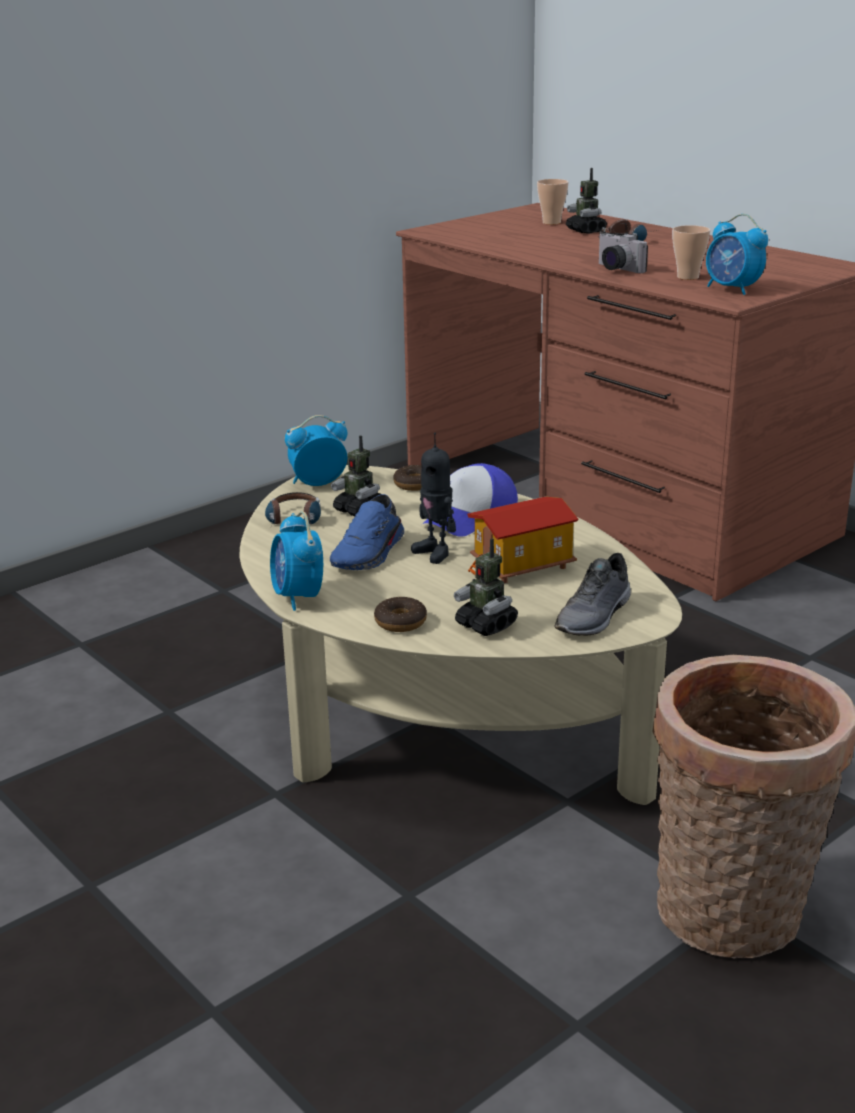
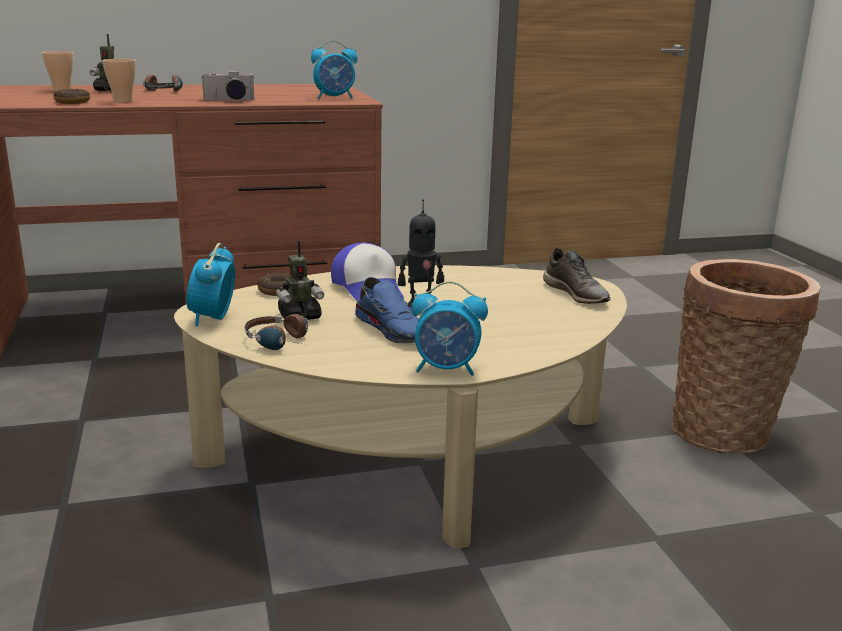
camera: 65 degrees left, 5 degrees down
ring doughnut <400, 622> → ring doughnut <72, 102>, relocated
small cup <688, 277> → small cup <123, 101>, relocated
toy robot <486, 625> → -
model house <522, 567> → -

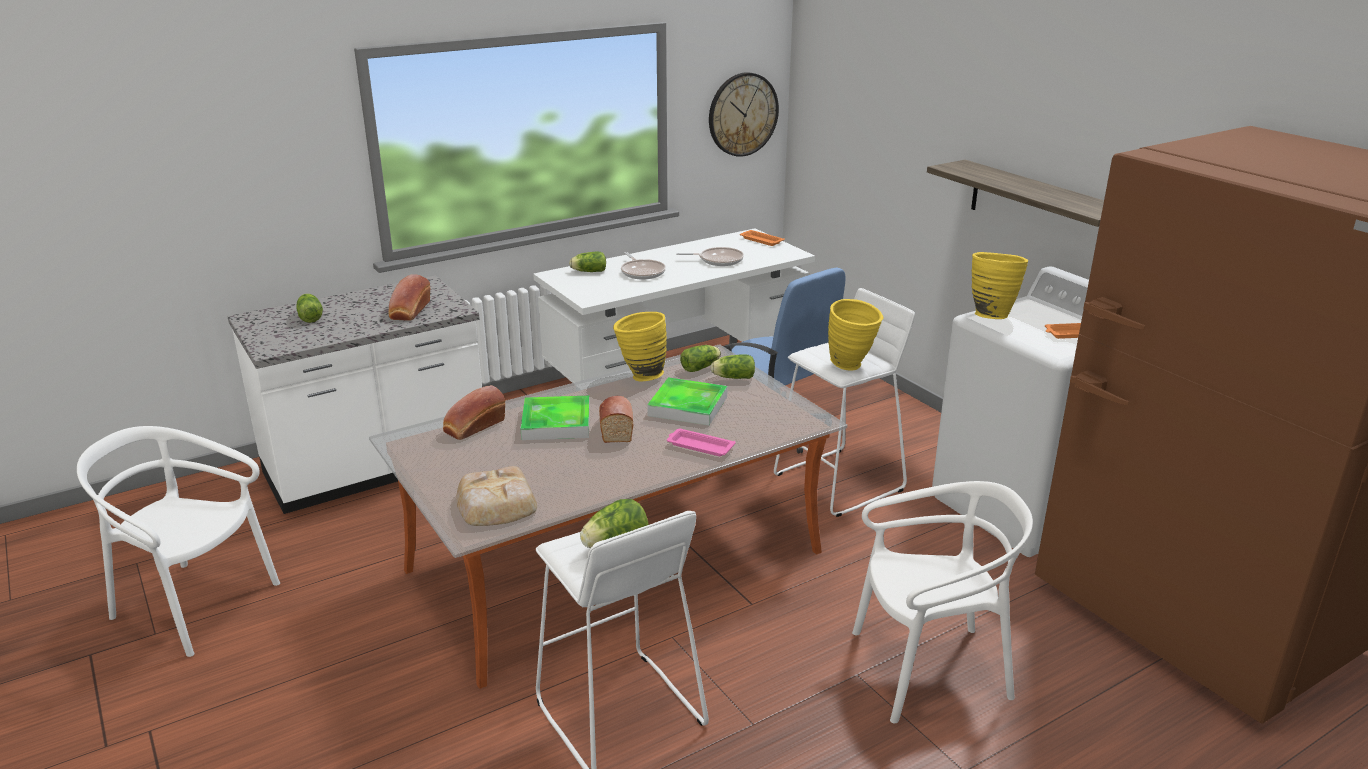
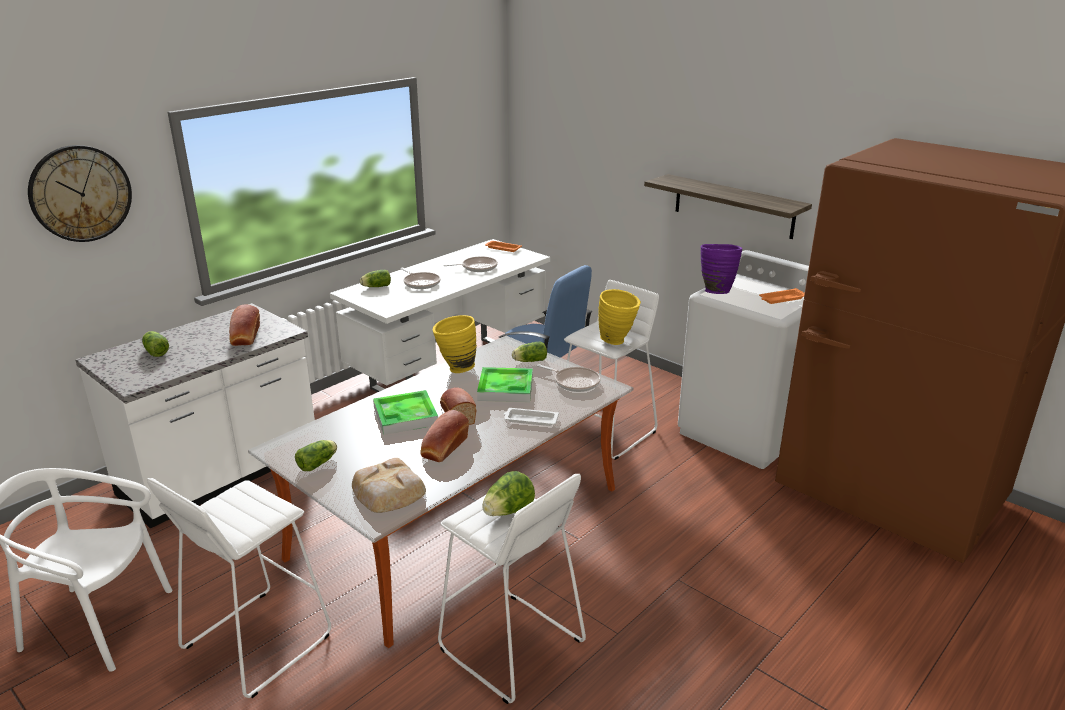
camera: 15 degrees left, 0 degrees up
clock on the wall <743, 114> → clock on the wall <80, 193>, relocated
- → white stool <256, 641>
head of lettuce <701, 367> → head of lettuce <319, 463>, relocated
baked bread <473, 426> → baked bread <443, 448>, relocated
pinkish serving tray <699, 446> → white serving tray <530, 420>
- → frying pan <574, 382>
yellow vase <991, 314> → purplish vase <716, 290>
white chair <929, 670> → -

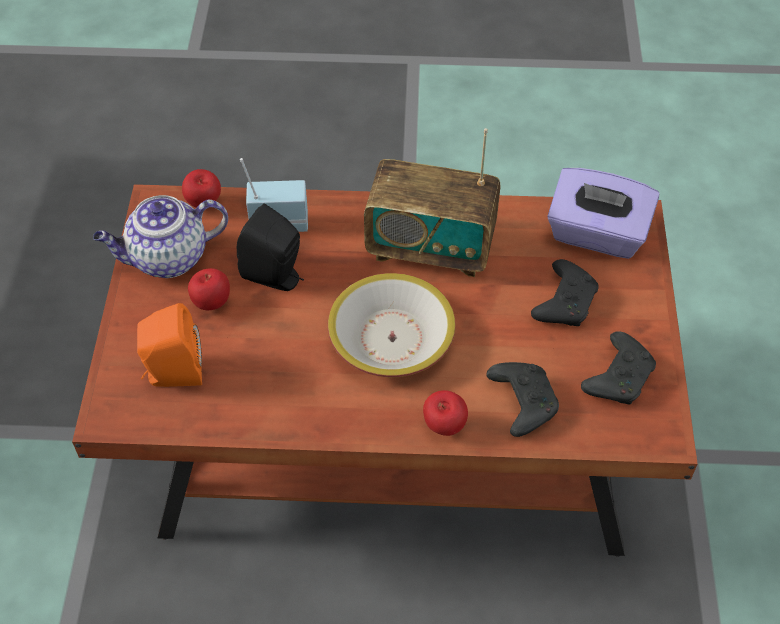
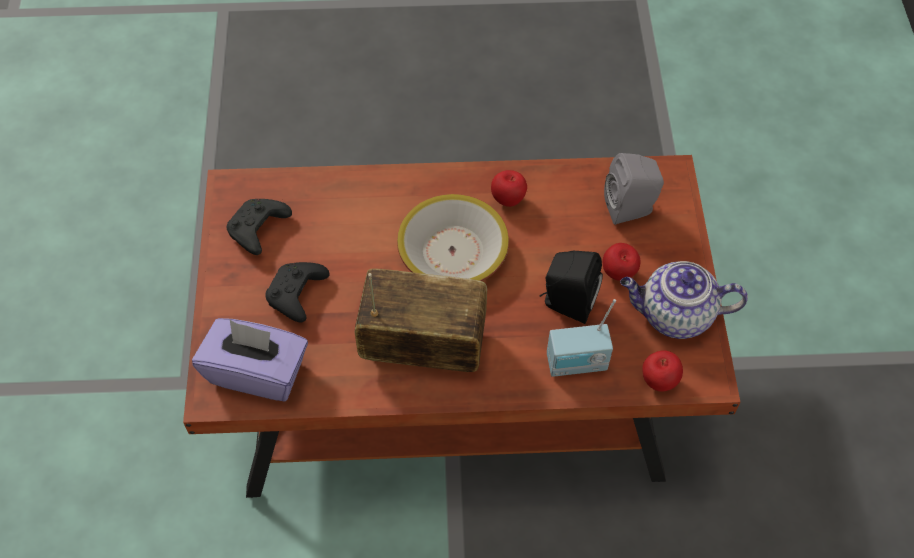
camera: 175 degrees right, 5 degrees up
apple <444, 427> → apple <508, 199>, relocated
orange-coloured audio speaker <173, 374> → grey audio speaker <631, 209>
pot for tea <167, 259> → pot for tea <674, 315>, 150 degrees counterclockwise
blackish gamepad <521, 402> → -

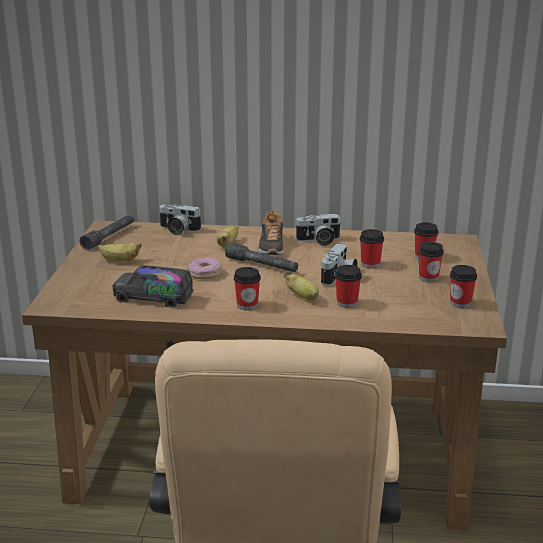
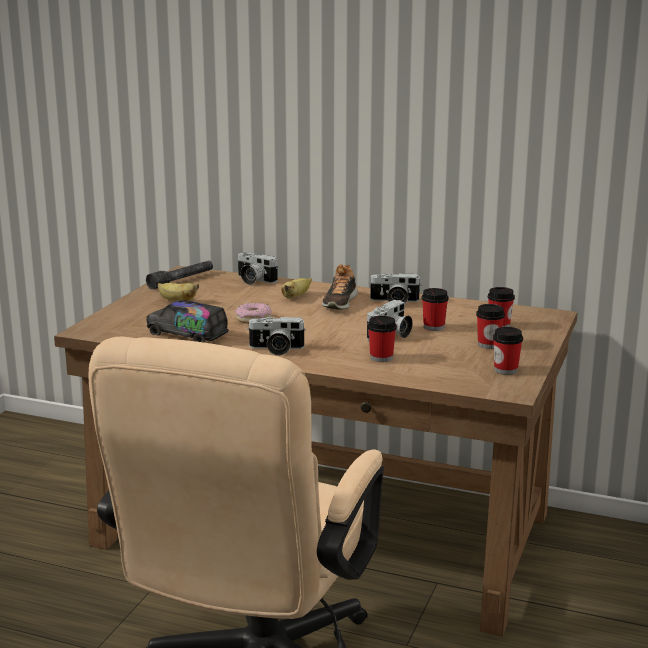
camera: 15 degrees right, 5 degrees down
small cup <247, 305> → photo camera <276, 349>
grey hand torch <262, 265> → -
whole banana <303, 297> → -

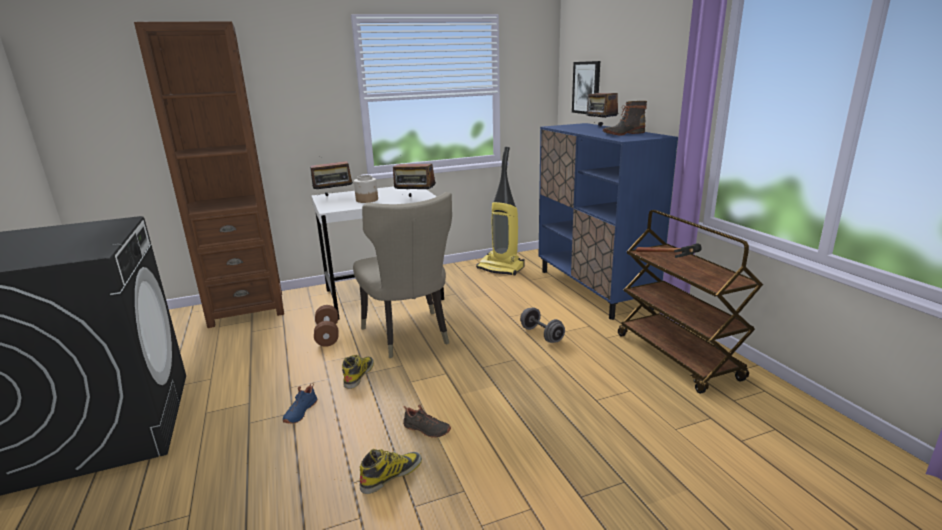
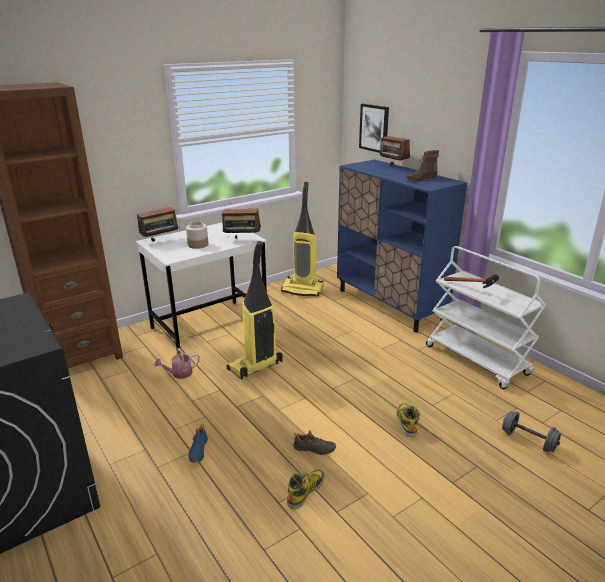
camera: 15 degrees left, 5 degrees up
brownish dumbbell <328, 335> → watering can <179, 374>
beige chair <409, 336> → vacuum <255, 367>
tall boot <359, 375> → tall boot <406, 422>, relocated
brownish trolley <678, 357> → white trolley <477, 360>
grey dumbbell <541, 335> → grey dumbbell <528, 441>, relocated

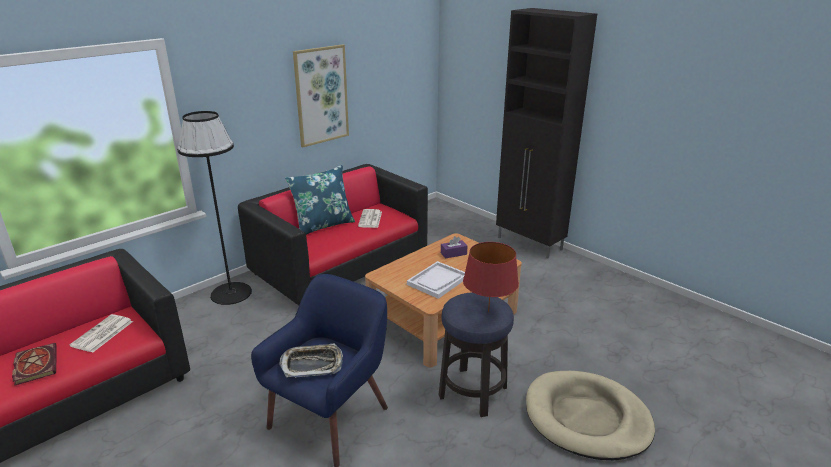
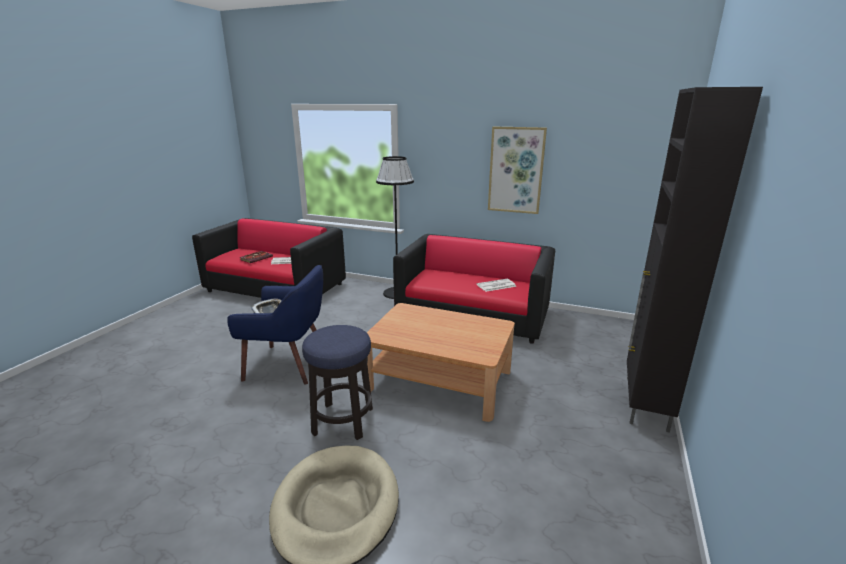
camera: 65 degrees right, 5 degrees down
blue-coloured throw pillow <323, 225> → -
white serving tray <437, 281> → -
purplish box of tissues <453, 253> → -
red table lamp <488, 312> → -

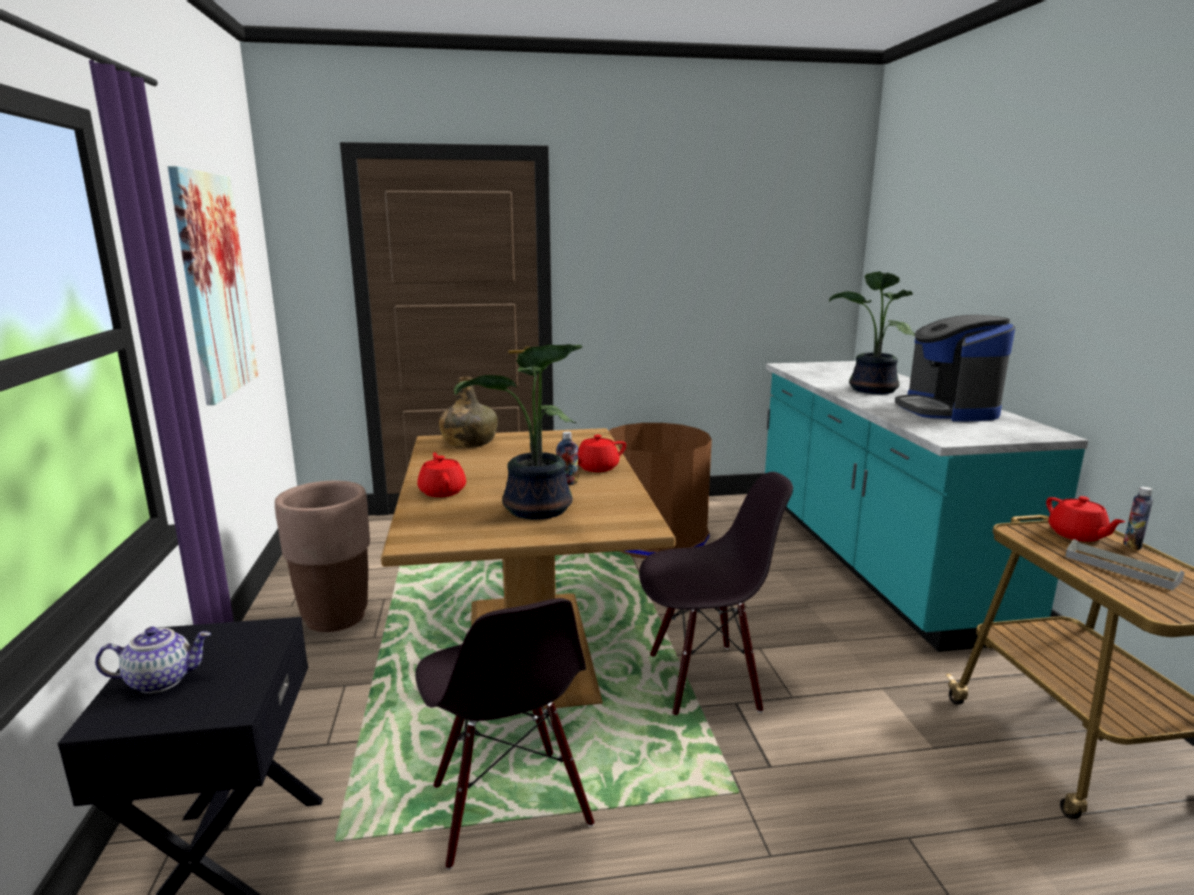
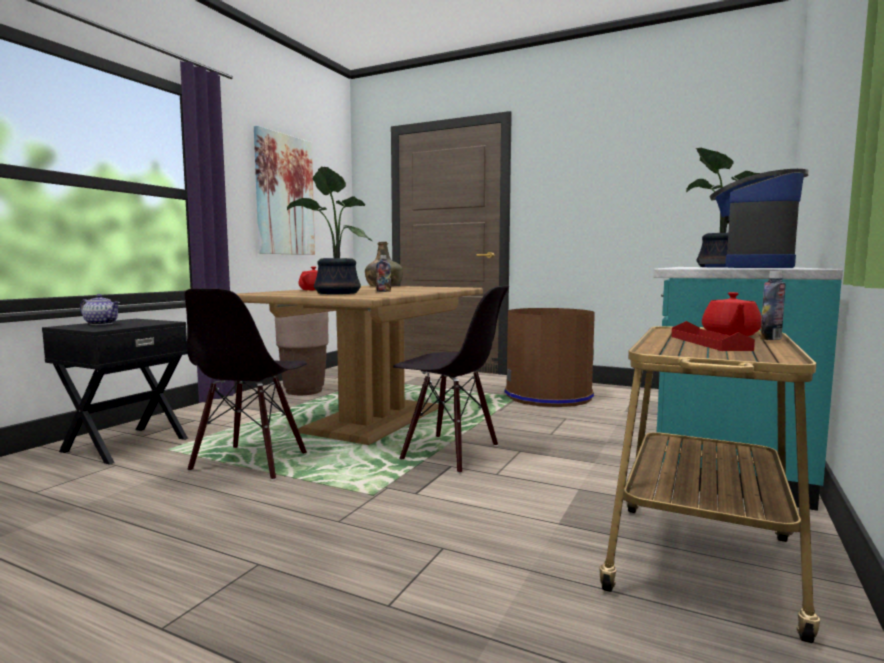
camera: 35 degrees right, 10 degrees down
grey serving tray <1121, 568> → red serving tray <709, 343>
red pot for tea <596, 468> → -

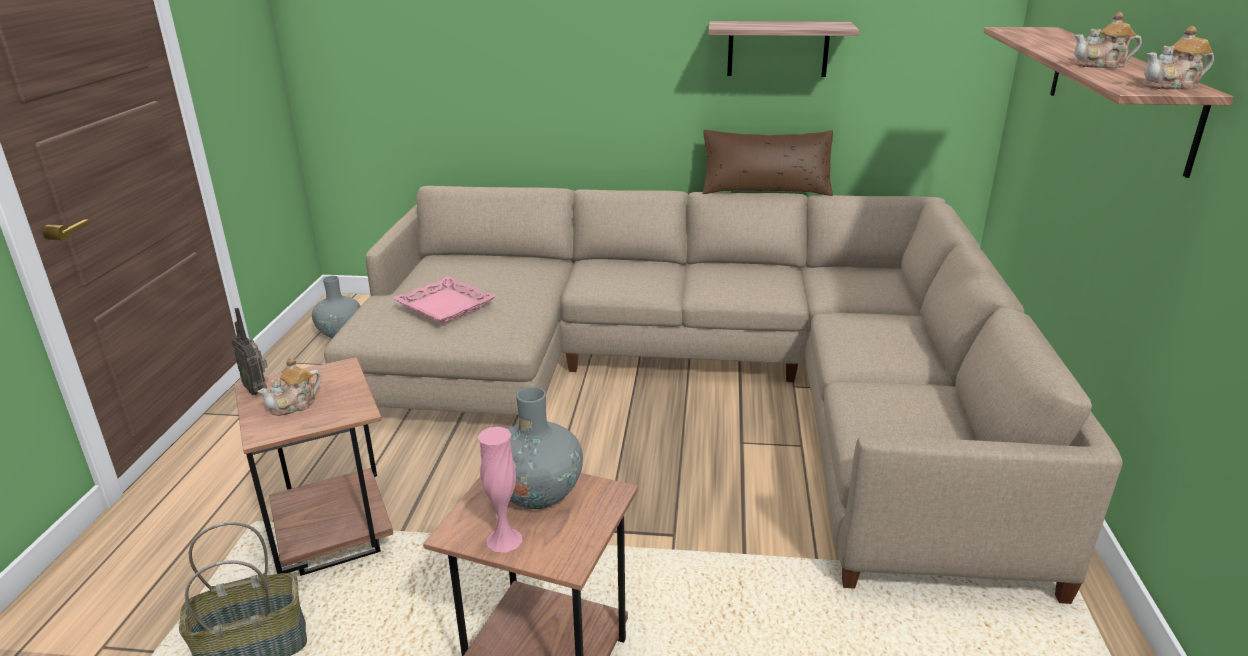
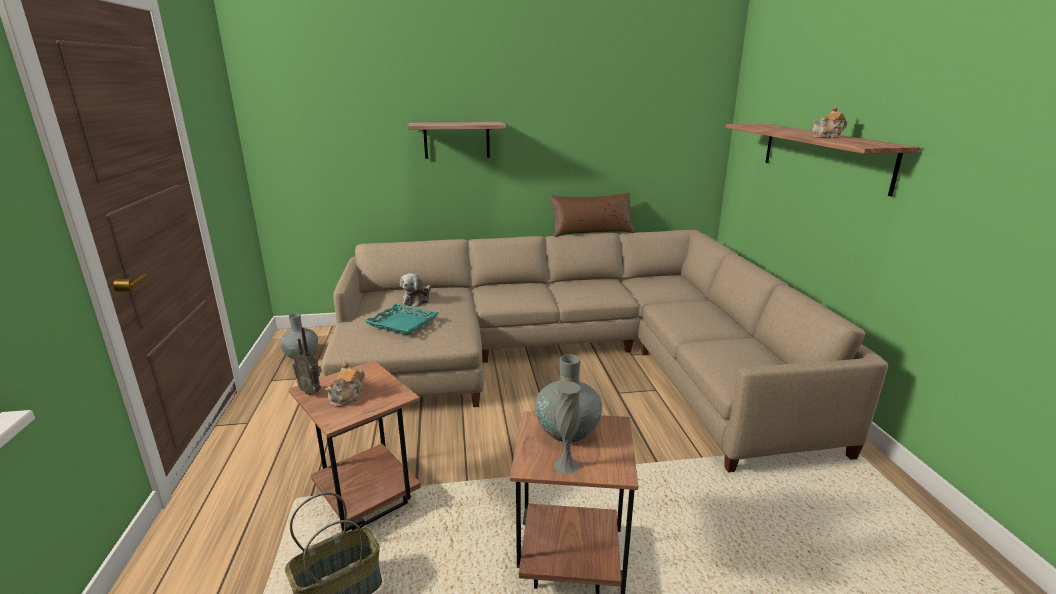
camera: 15 degrees left, 5 degrees down
pinkish serving tray <444, 306> → turquoise-coloured serving tray <402, 323>
- → plush toy <417, 300>
wall shelf <778, 49> → wall shelf <456, 140>, relocated
pinkish vase <504, 540> → grey vase <566, 465>
pot for tea <1172, 86> → -

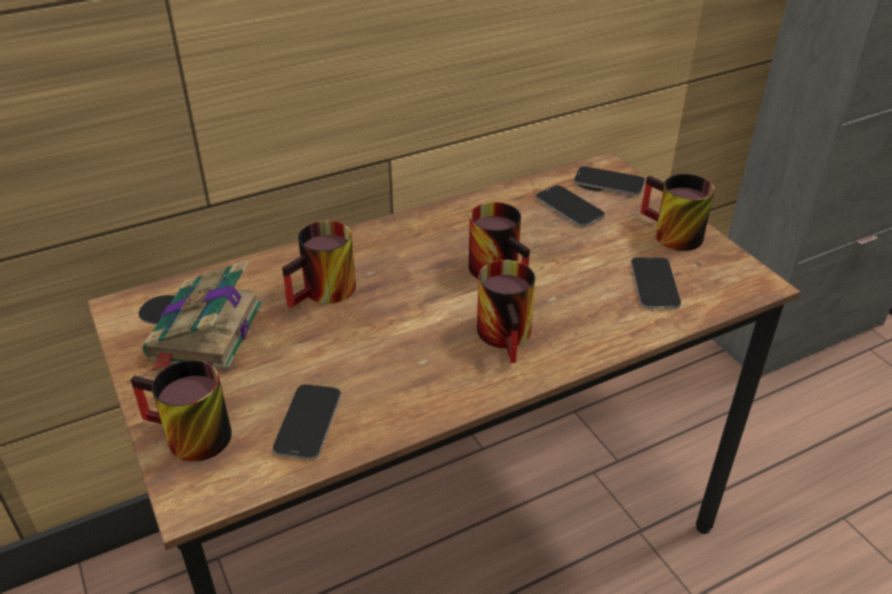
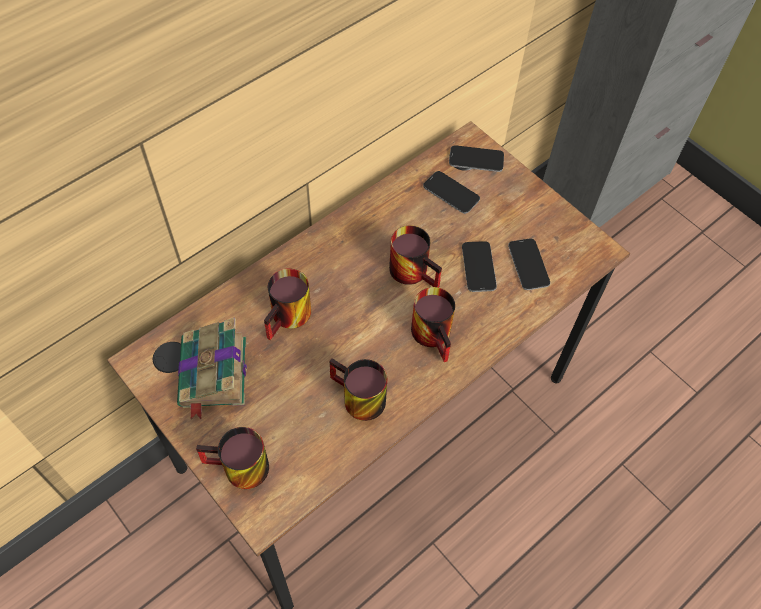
camera: 15 degrees left, 20 degrees up
mug <668, 234> → mug <356, 399>, relocated
phone <308, 422> → phone <478, 267>, relocated

